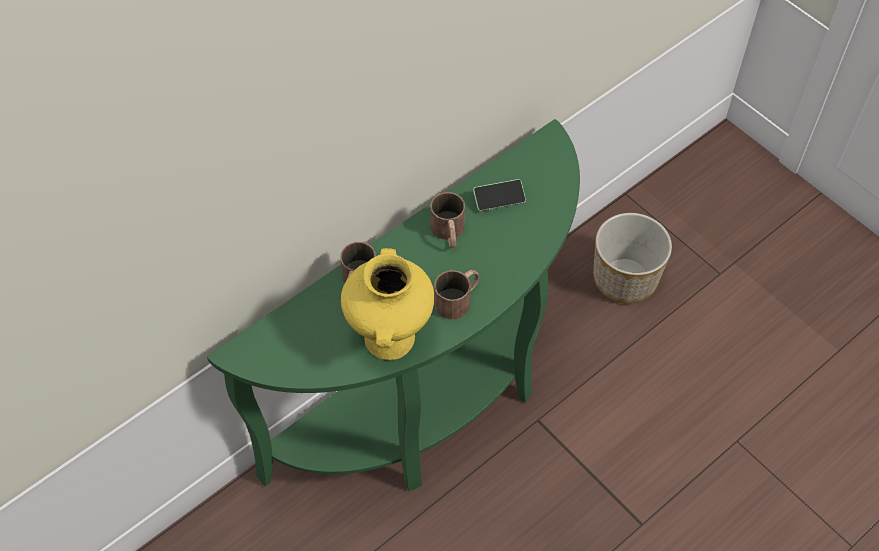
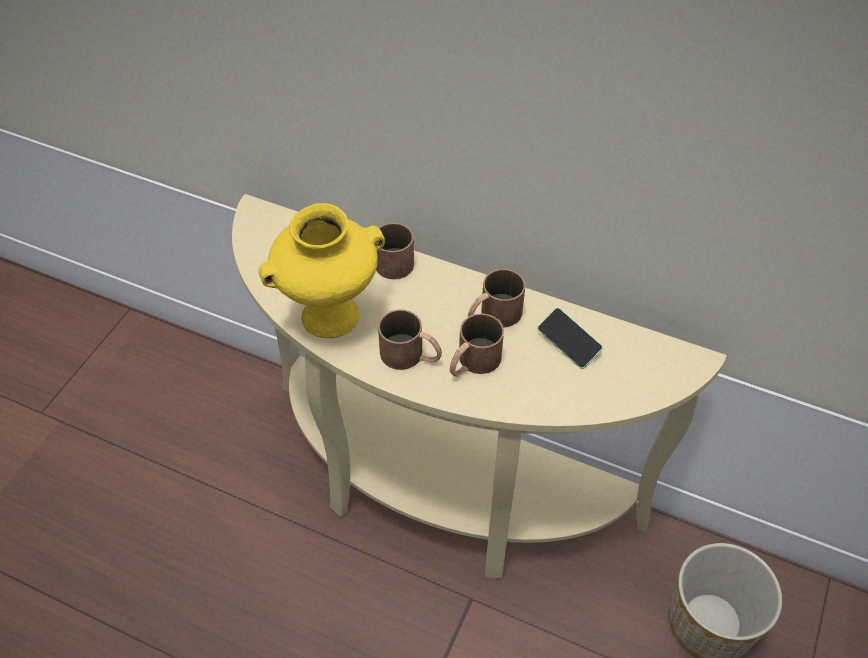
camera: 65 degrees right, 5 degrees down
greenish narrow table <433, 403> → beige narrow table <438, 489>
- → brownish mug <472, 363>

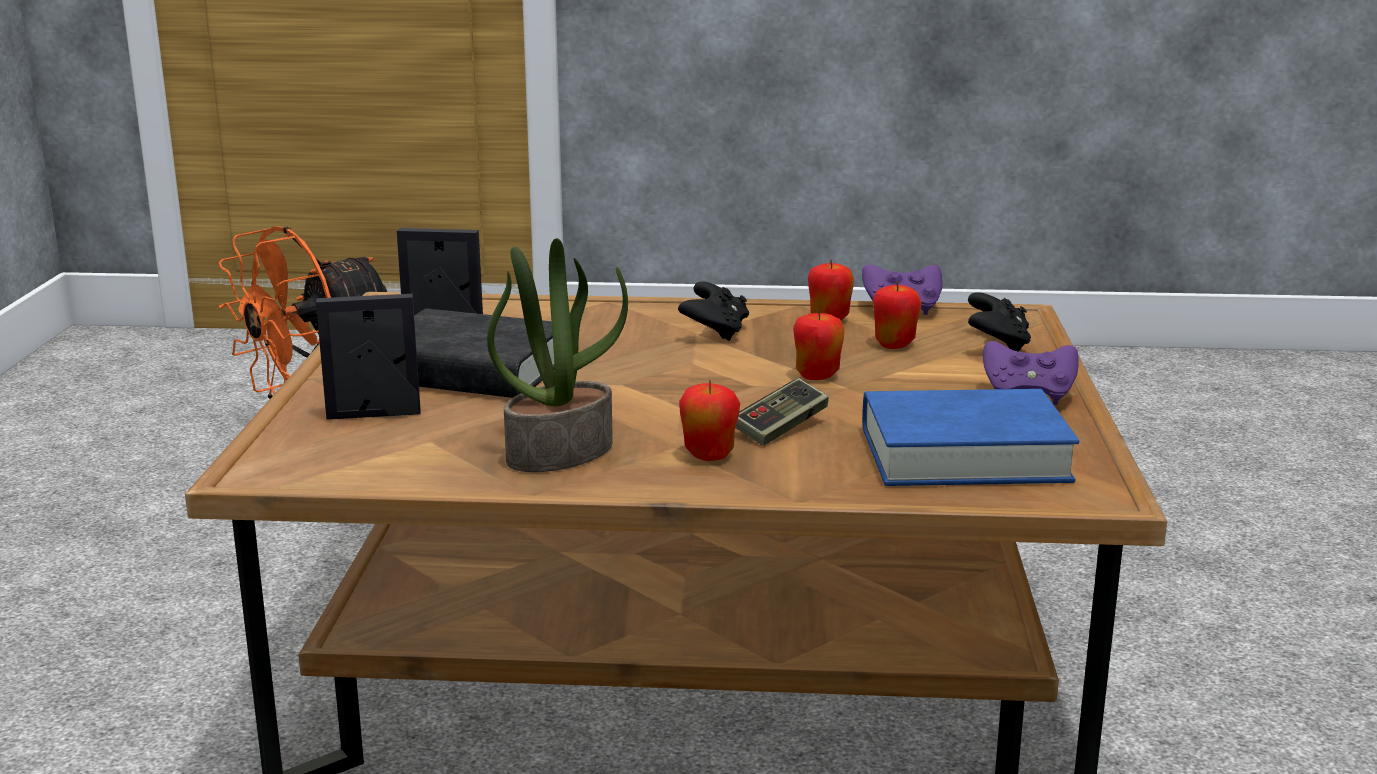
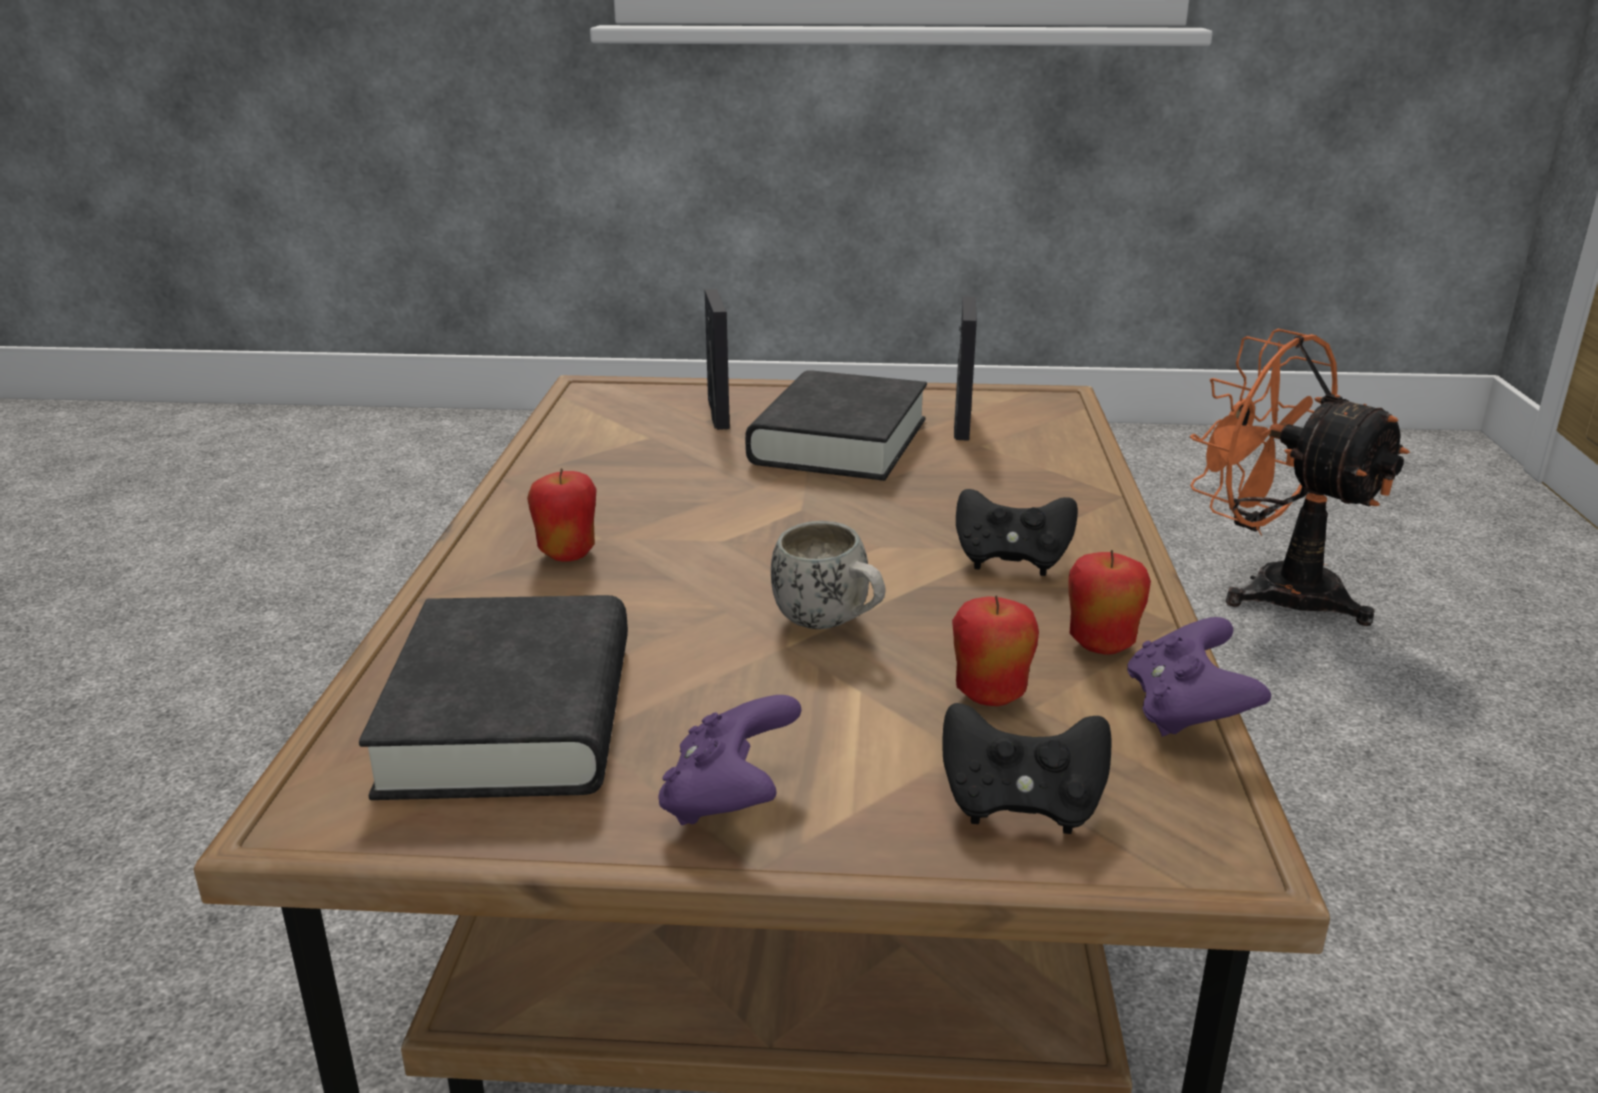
camera: 90 degrees right, 5 degrees up
blue-coloured bound book <963, 454> → blackish bound book <511, 716>
apple <817, 376> → white mug <832, 624>
plant in a pot <560, 452> → -
gamepad <781, 428> → -

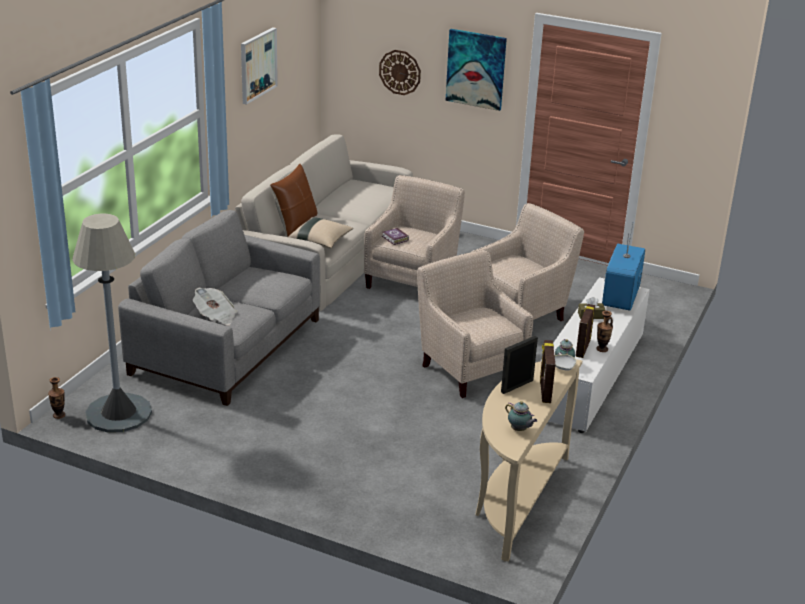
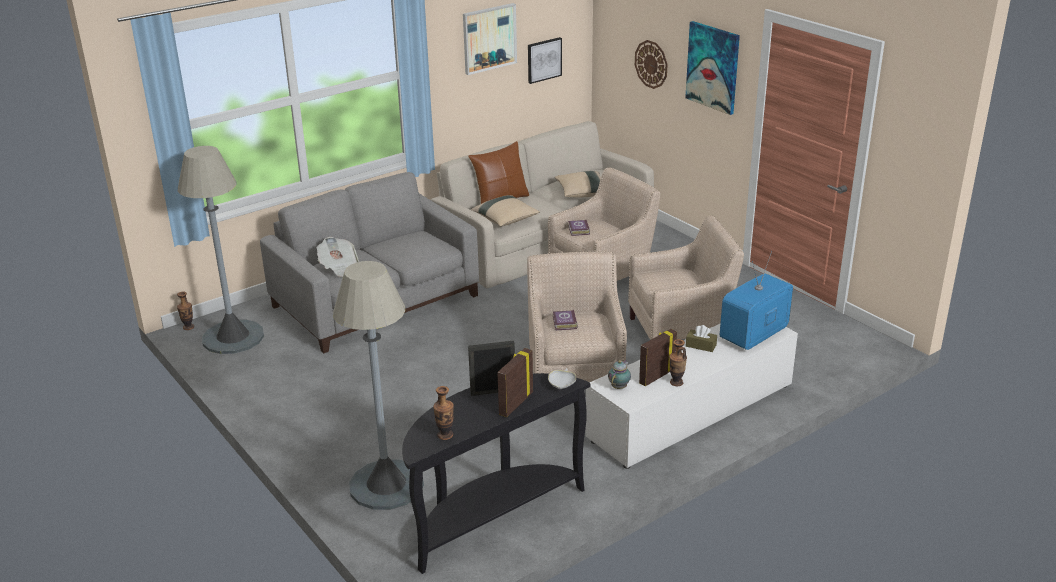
camera: 30 degrees right, 0 degrees up
- → grey standard lamp <386, 485>
beige narrow table <516, 500> → blackish narrow table <491, 516>
pot for tea <519, 430> → vase <445, 435>
- → picture <544, 60>
- → bound book <564, 323>
- → beige throw pillow <582, 193>

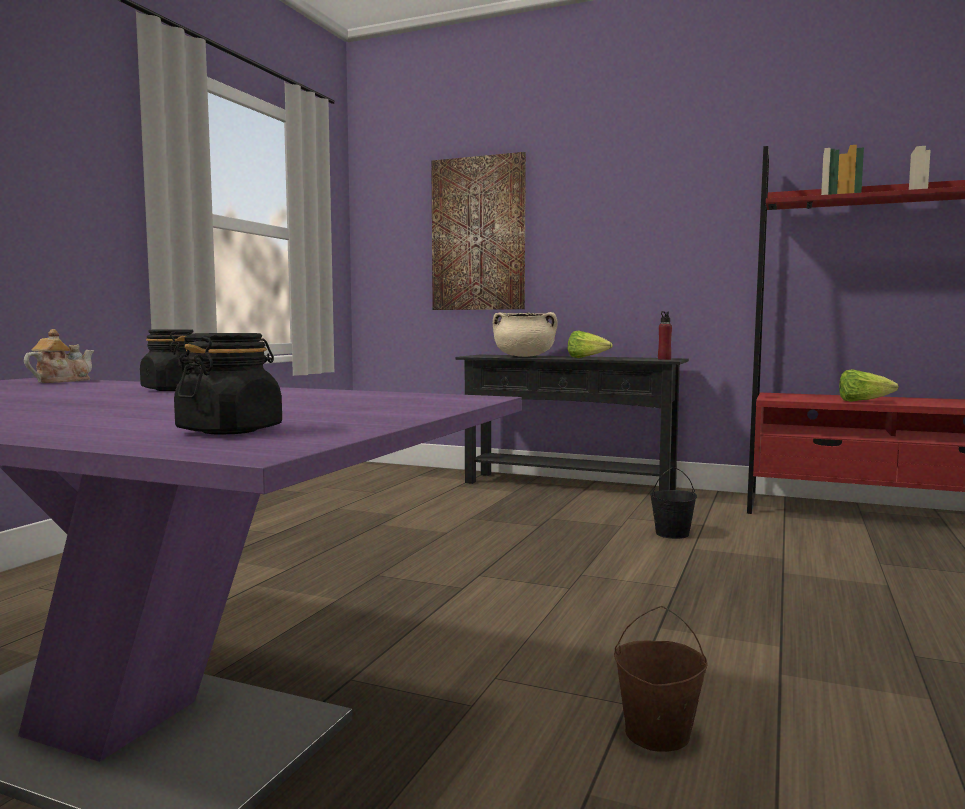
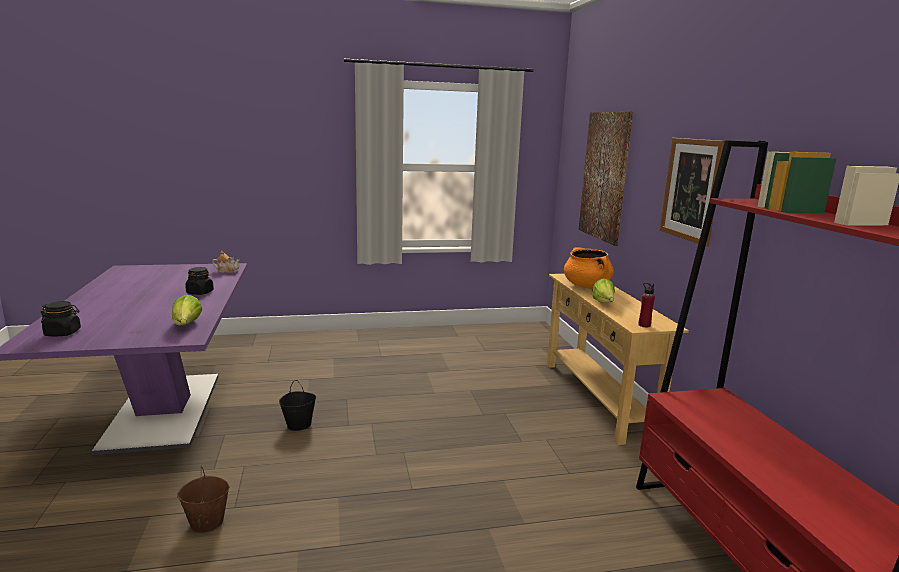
camera: 55 degrees right, 10 degrees up
head of lettuce <862, 401> → head of lettuce <187, 325>, relocated
blackish pail <672, 534> → blackish pail <299, 425>, relocated
blackish narrow table <568, 486> → beige narrow table <597, 398>
beige saucepot <524, 356> → orange-coloured saucepot <587, 286>
- → picture <691, 189>

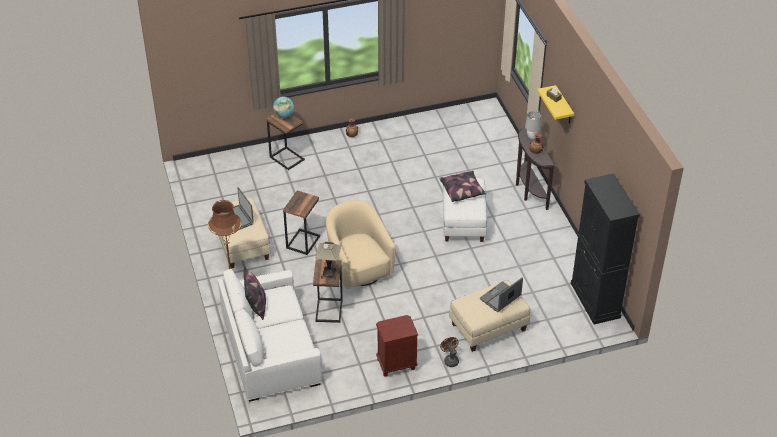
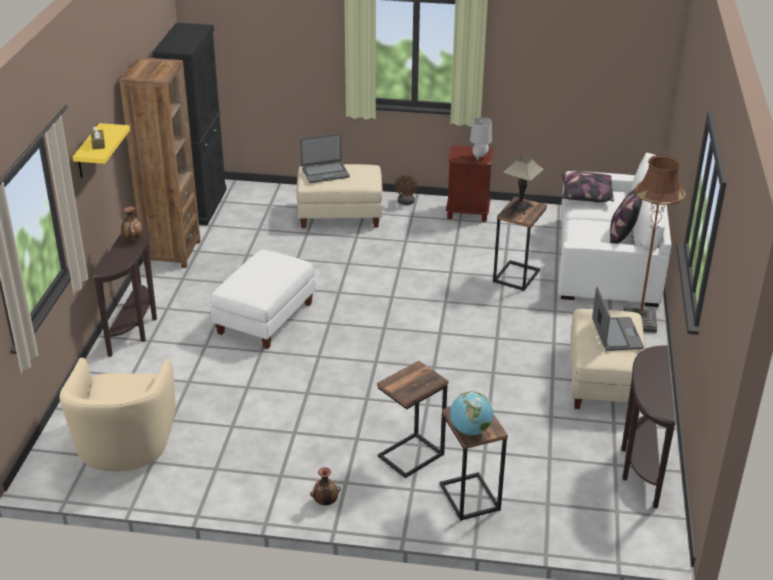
camera: 155 degrees left, 10 degrees down
beige easy chair <359, 266> → beige easy chair <124, 447>, relocated
- → brownish bookcase <172, 252>
accent table <302, 242> → accent table <412, 456>, relocated
grey table lamp <532, 137> → grey table lamp <479, 157>, relocated
throw pillow <462, 191> → throw pillow <585, 196>, relocated
- → brownish narrow table <639, 466>

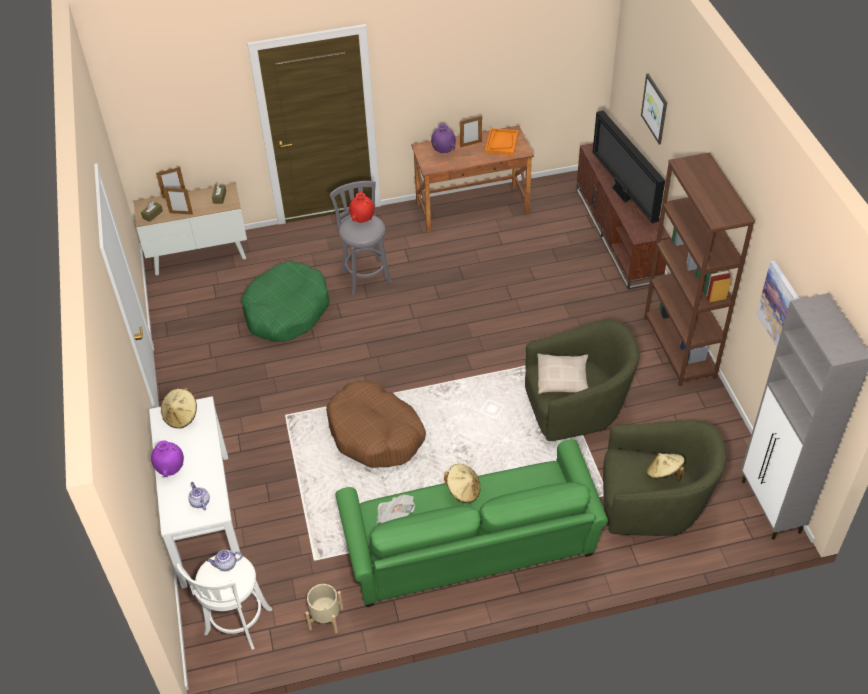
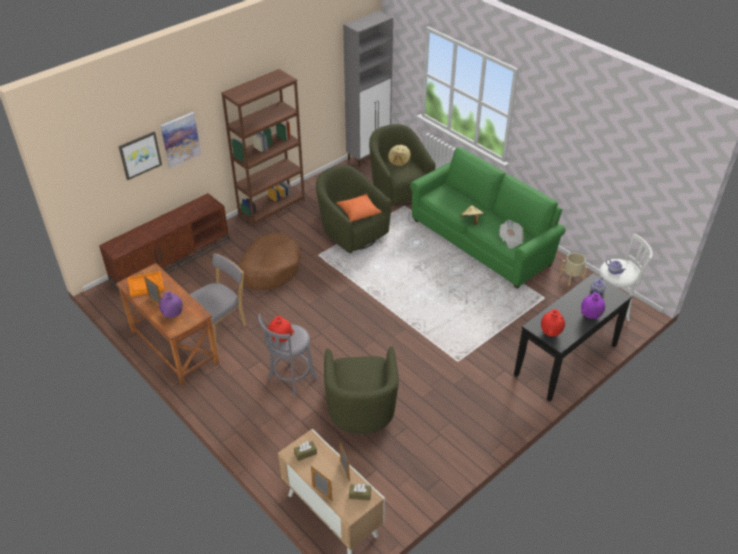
camera: 120 degrees left, 5 degrees down
picture <779, 307> → picture <180, 139>, relocated
- → grey chair <221, 325>
brownish dog cushion <375, 434> → brownish dog cushion <270, 268>, relocated
greenish dog cushion <286, 311> → greenish easy chair <361, 411>
beige throw pillow <563, 379> → orange-coloured throw pillow <358, 211>
white narrow table <205, 519> → blackish narrow table <566, 360>
beige clothing hat <181, 416> → red vase <550, 332>
television <622, 195> → -

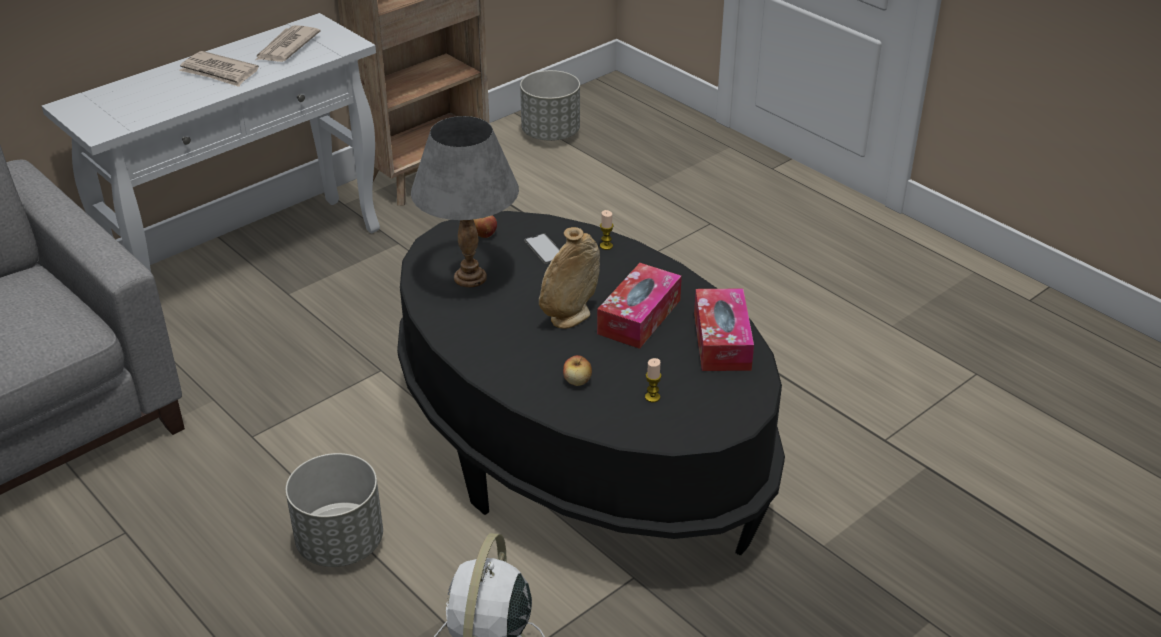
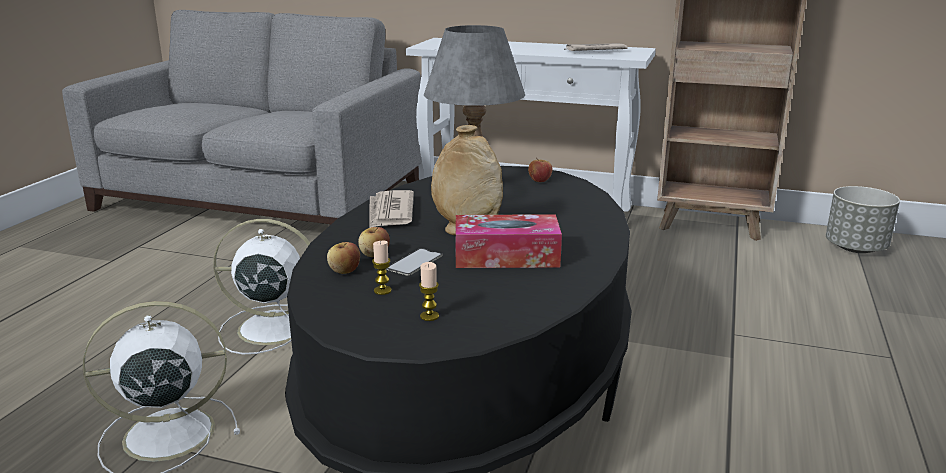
camera: 60 degrees right, 15 degrees down
grey plant pot <340, 544> → white cooling fan <270, 328>
- → apple <344, 271>
printed paper <219, 72> → printed paper <390, 212>, relocated
phone <544, 249> → phone <414, 262>, relocated
wax light <606, 246> → wax light <429, 316>, relocated
box of tissues <722, 341> → -

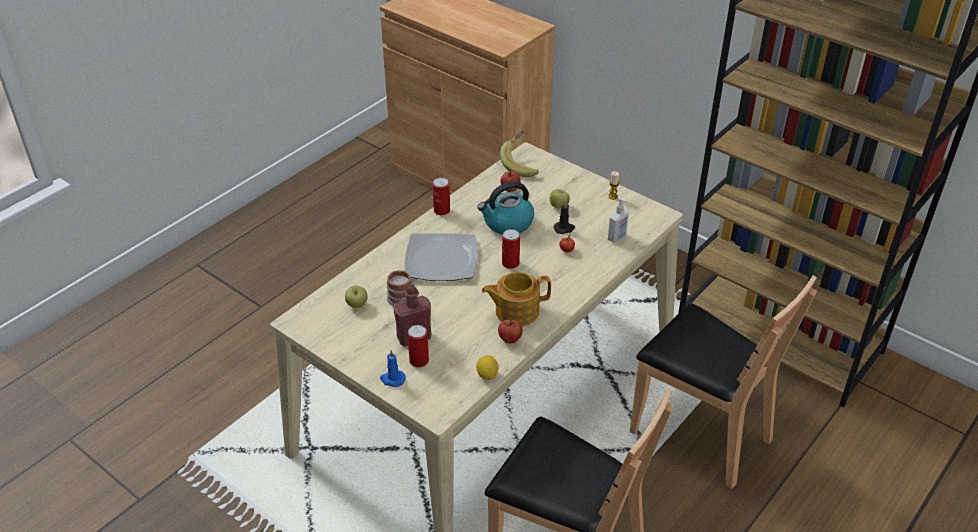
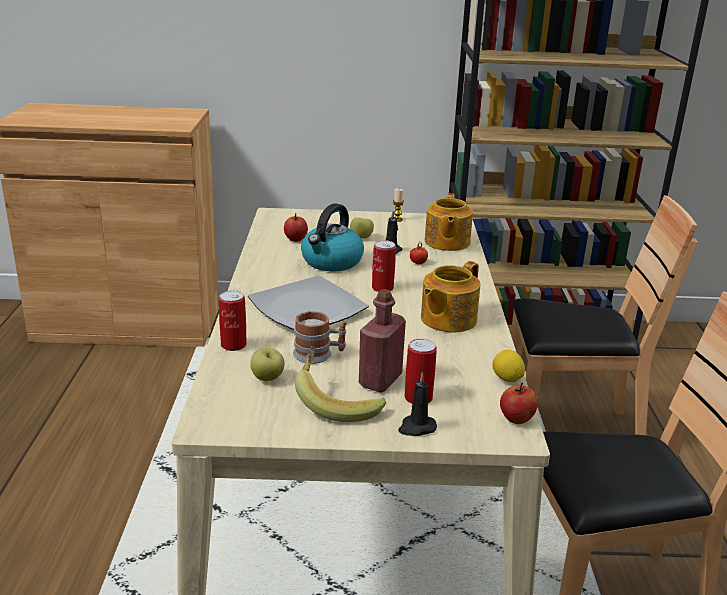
camera: 40 degrees left, 15 degrees down
can <441, 210> → can <233, 345>, relocated
whole banana <522, 164> → whole banana <337, 402>, relocated
blue-coloured wax light <392, 379> → blackish wax light <416, 428>
soap bottle <617, 237> → pot for tea <446, 242>
apple <510, 339> → apple <516, 419>, relocated

